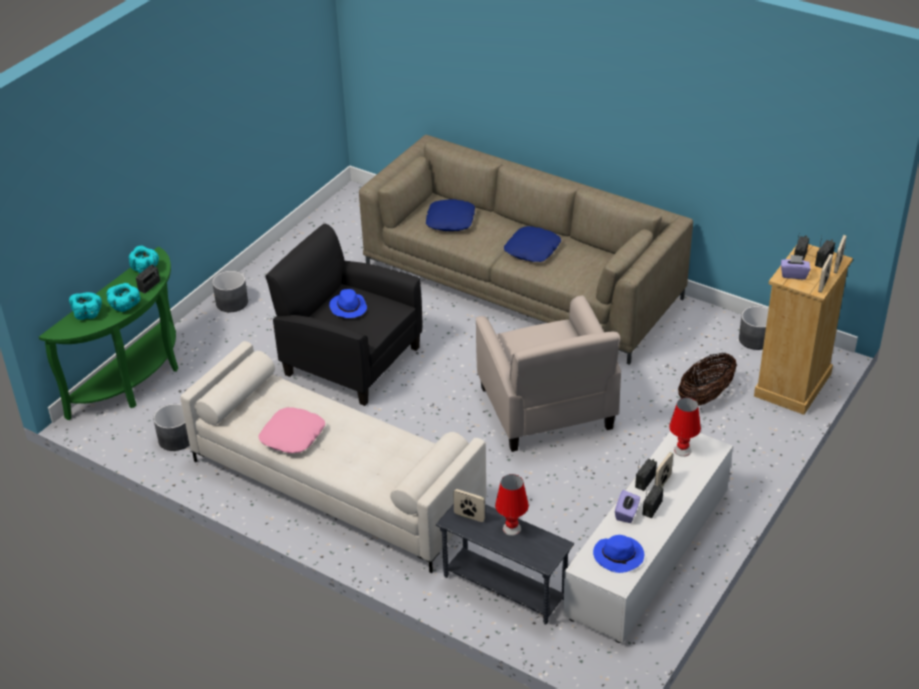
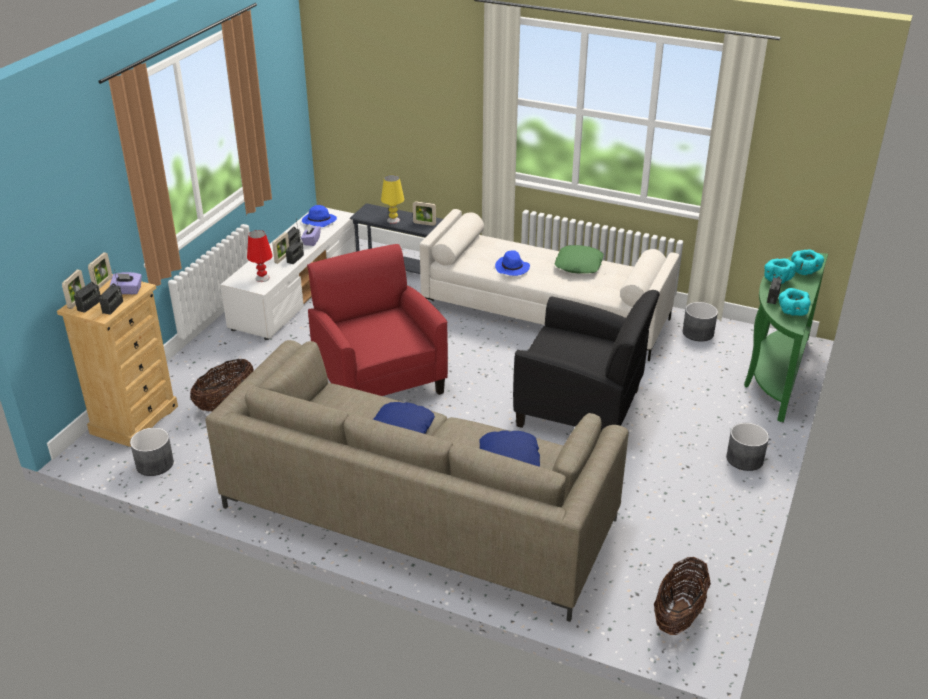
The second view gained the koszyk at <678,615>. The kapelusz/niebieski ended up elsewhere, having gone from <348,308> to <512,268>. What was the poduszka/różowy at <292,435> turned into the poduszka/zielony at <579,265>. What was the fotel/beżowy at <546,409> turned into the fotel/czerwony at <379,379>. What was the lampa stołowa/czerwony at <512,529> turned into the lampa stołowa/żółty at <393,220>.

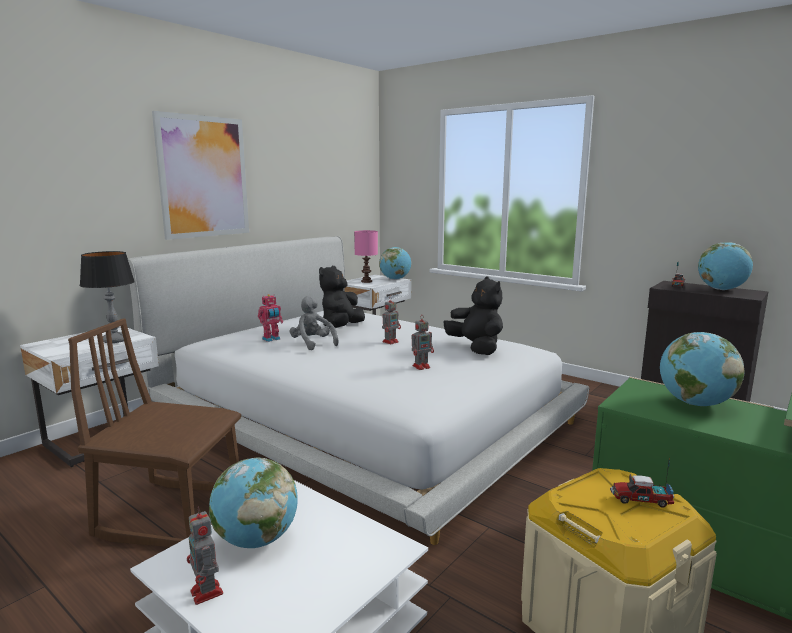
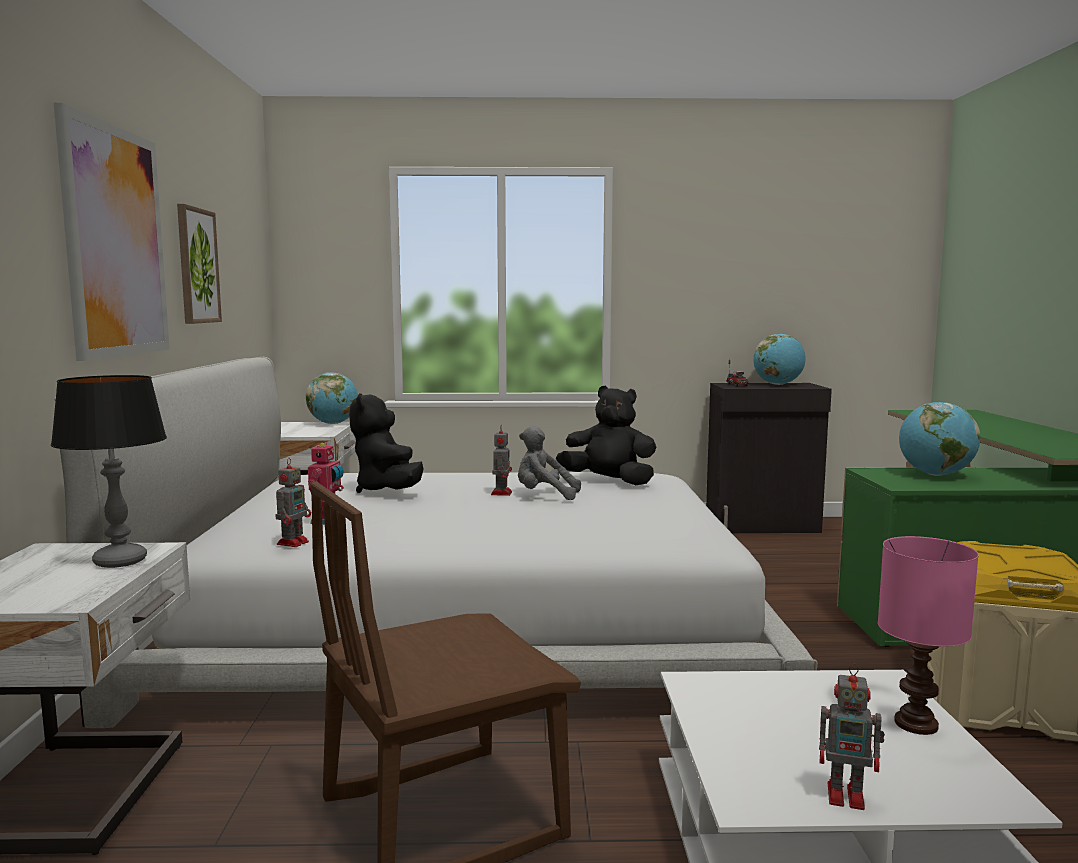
The second view lost the globus at <256,540>. The second view lost the ciężarówka zabawkowa at <640,500>. The second view gained the obraz at <197,266>. The pluszak/szary ended up elsewhere, having gone from <312,344> to <544,496>. The lampa stołowa/różowy ended up elsewhere, having gone from <366,281> to <917,725>. The robot zabawkowy ended up elsewhere, having gone from <422,366> to <293,542>.

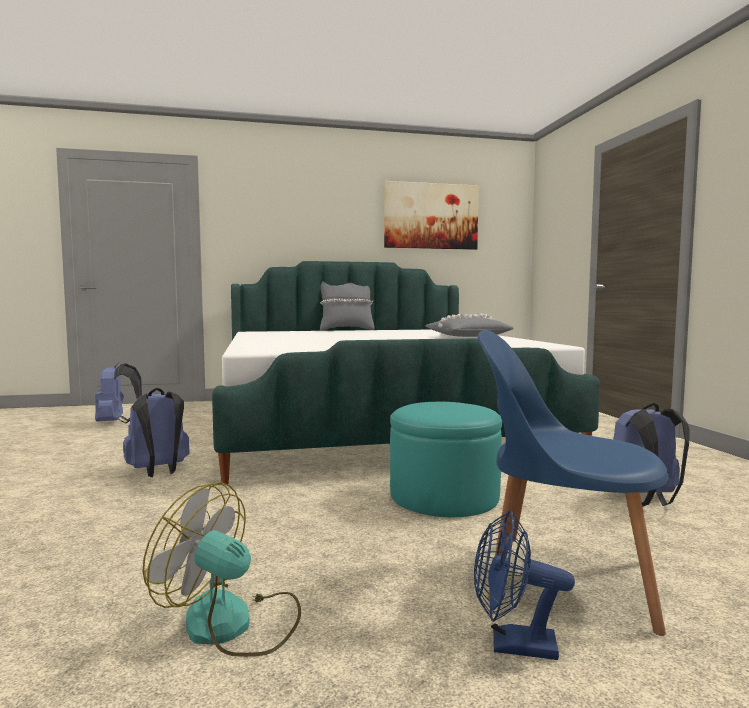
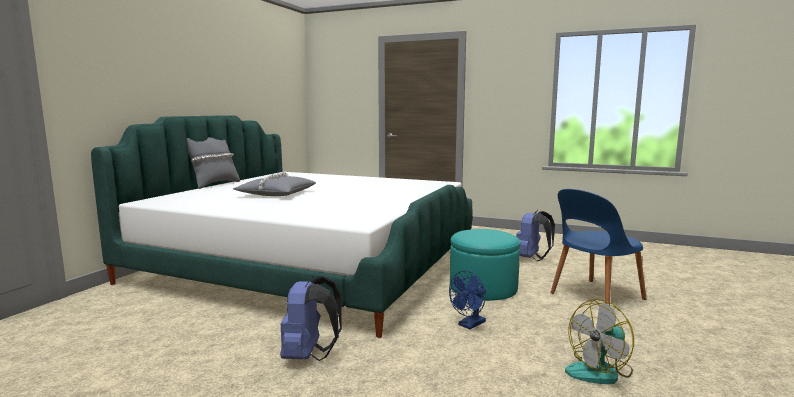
The second view lost the plecak/niebieski at <117,423>. The second view lost the obraz at <431,216>. The poduszka/szary ended up elsewhere, having gone from <467,336> to <276,194>. The wentylator/niebieski ended up elsewhere, having gone from <512,645> to <469,325>.

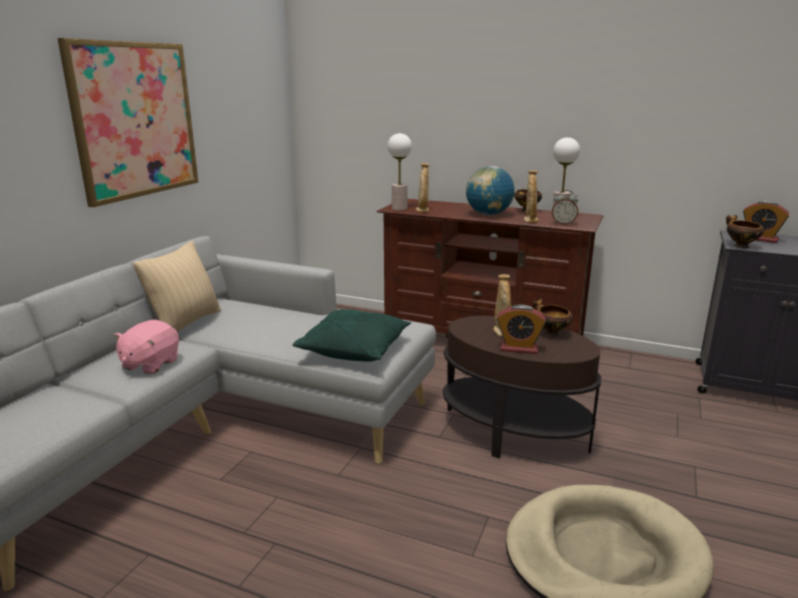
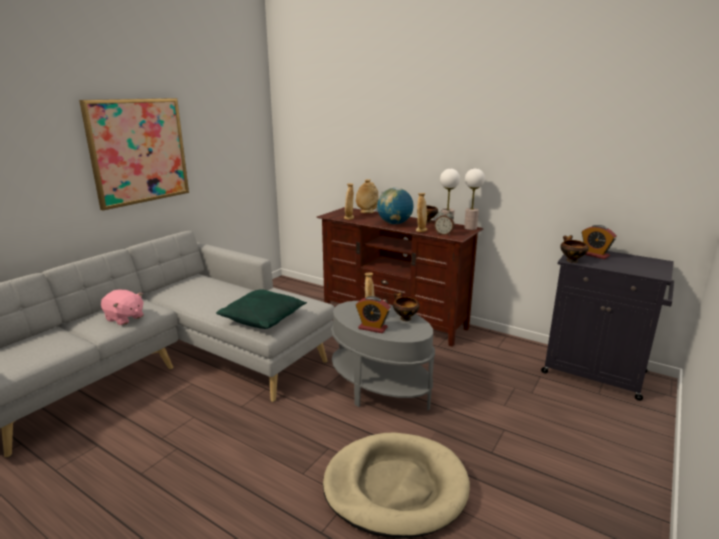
The second view lost the poduszka/beżowy at <185,323>. The second view gained the wazon/beżowy at <367,212>. The lampa stołowa ended up elsewhere, having gone from <399,209> to <470,228>. What was the stolik/brązowy at <513,433> turned into the stolik/szary at <380,389>. The pluszak/różowy at <150,364> ended up facing another way, 90 degrees counterclockwise from before.

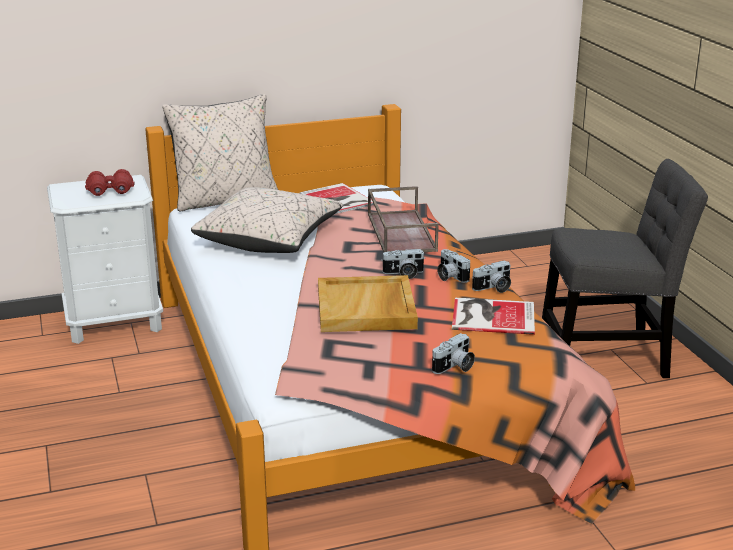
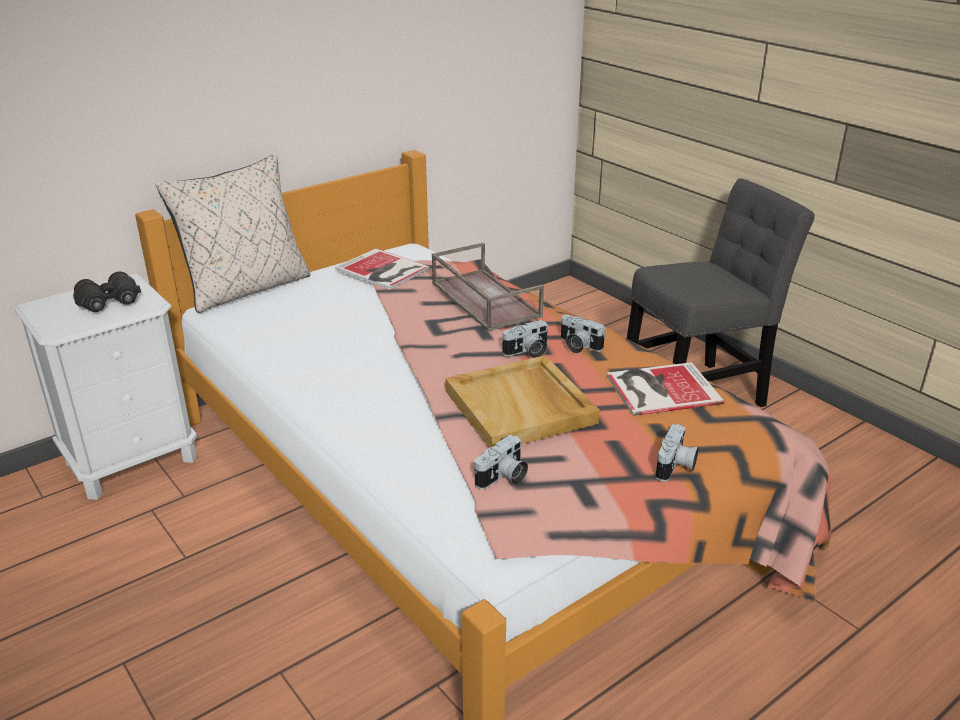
The second view lost the poduszka/beżowy at <269,239>. The aparat fotograficzny ended up elsewhere, having gone from <493,288> to <503,478>. What was the lornetka/czerwony at <110,192> turned into the lornetka/czarny at <110,304>.

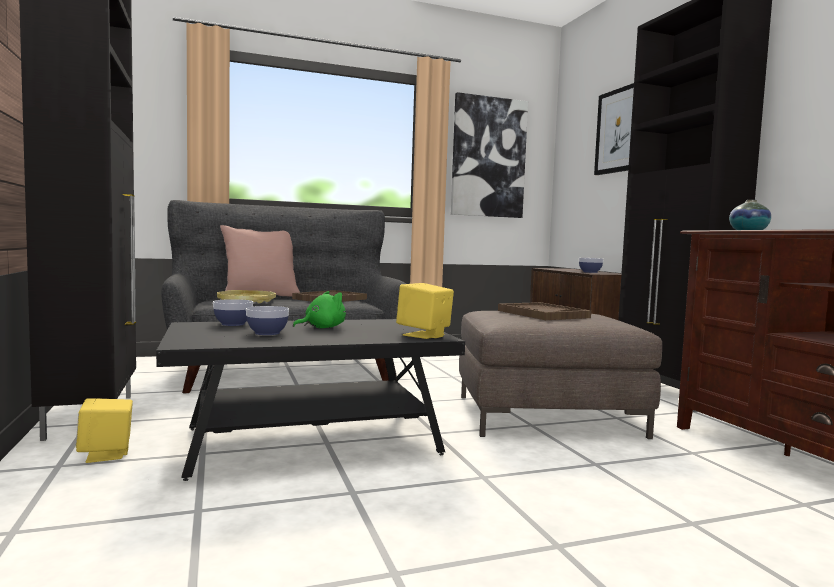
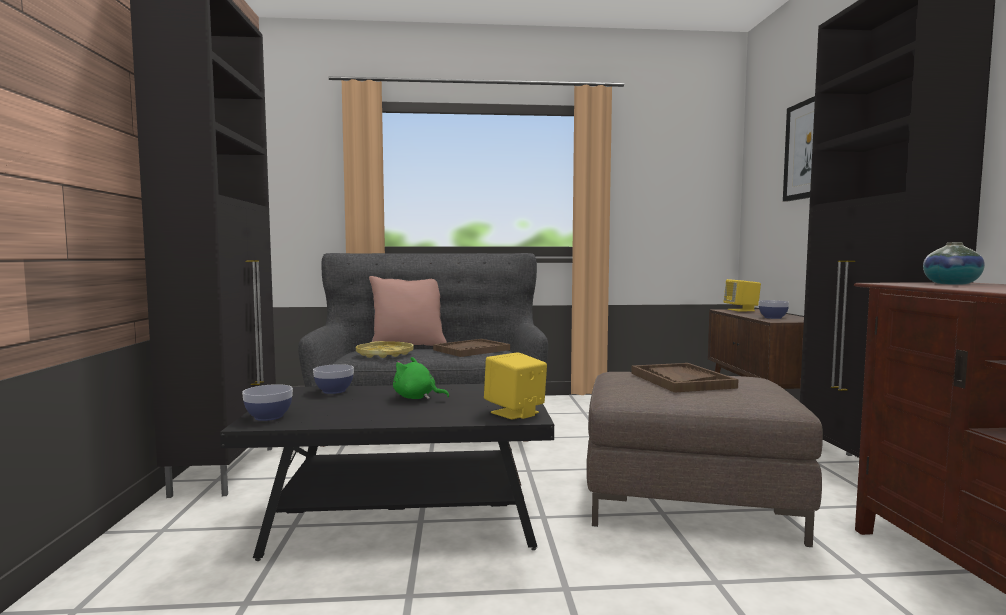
The second view lost the obraz at <488,157>. The głośnik/żółty ended up elsewhere, having gone from <106,454> to <741,310>. The miska ended up elsewhere, having gone from <267,333> to <268,417>. The pluszak/zielony at <322,327> ended up facing another way, 135 degrees counterclockwise from before.

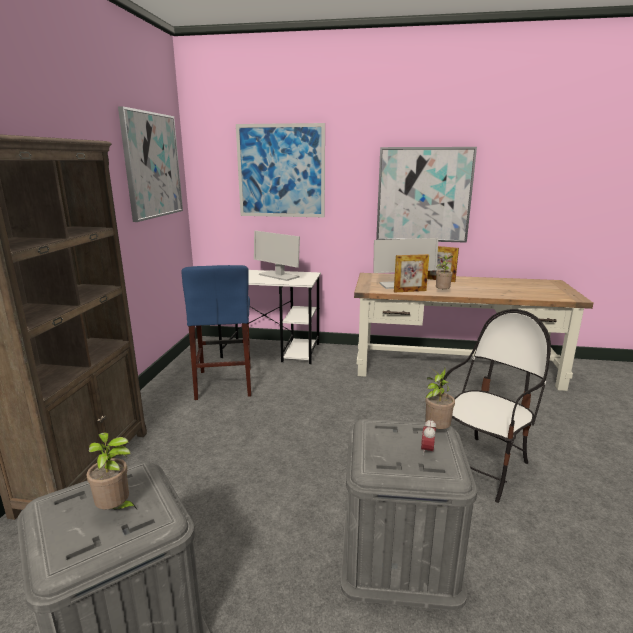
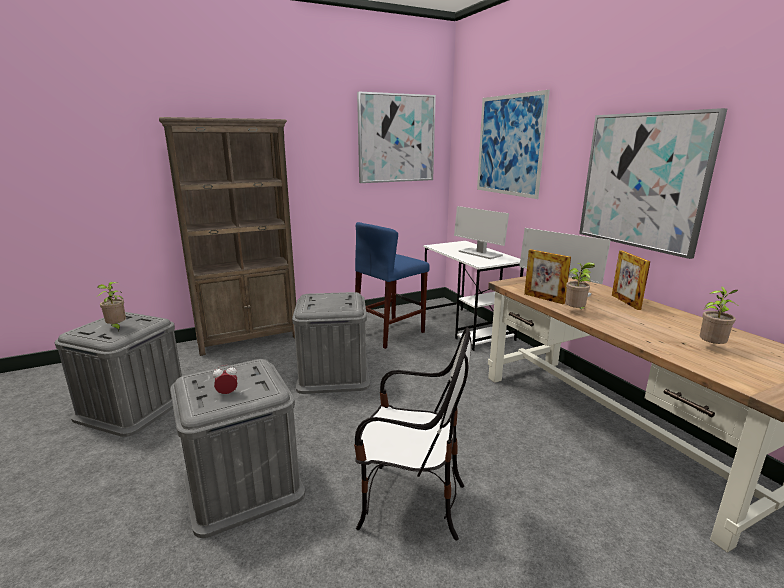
The second view gained the pojemnik do przechowywania/szary at <333,374>. The roślina doniczkowa ended up elsewhere, having gone from <435,430> to <711,347>. The monitor at <278,276> ended up facing another way, 45 degrees counterclockwise from before.

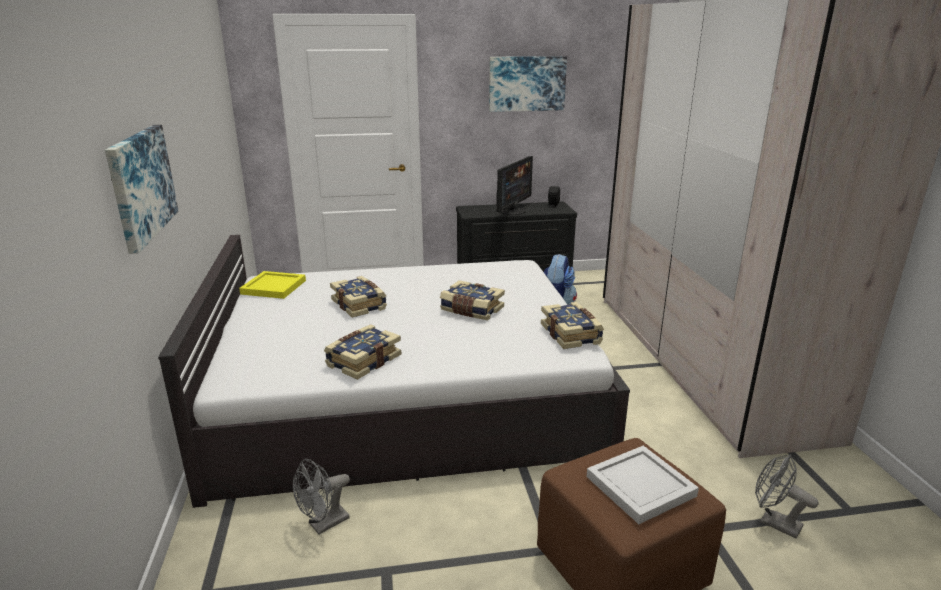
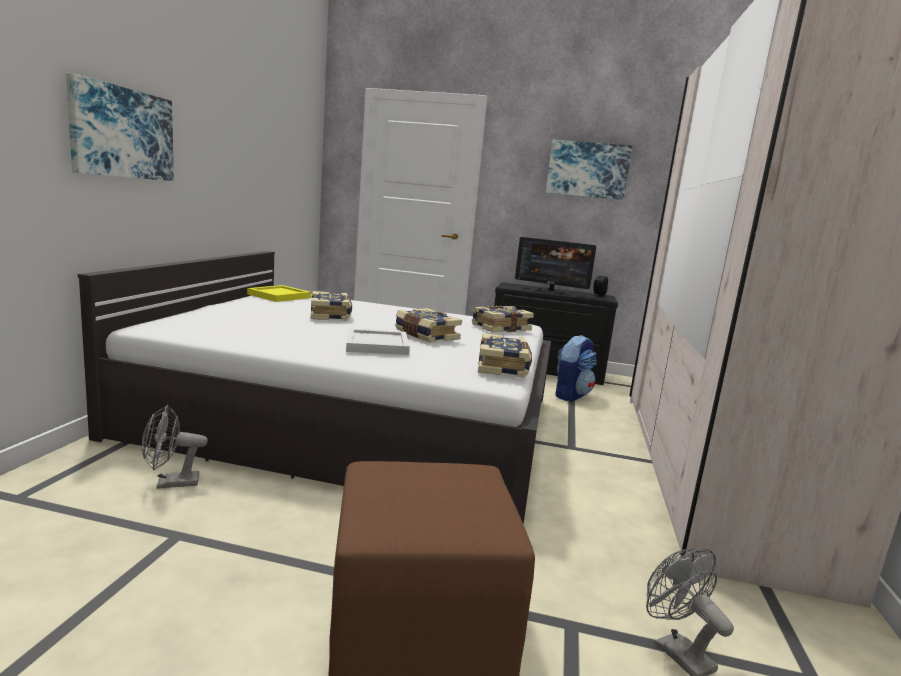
The książka ended up elsewhere, having gone from <363,361> to <500,328>. The taca/biały ended up elsewhere, having gone from <642,486> to <378,345>. The monitor at <512,211> ended up facing another way, 60 degrees clockwise from before.

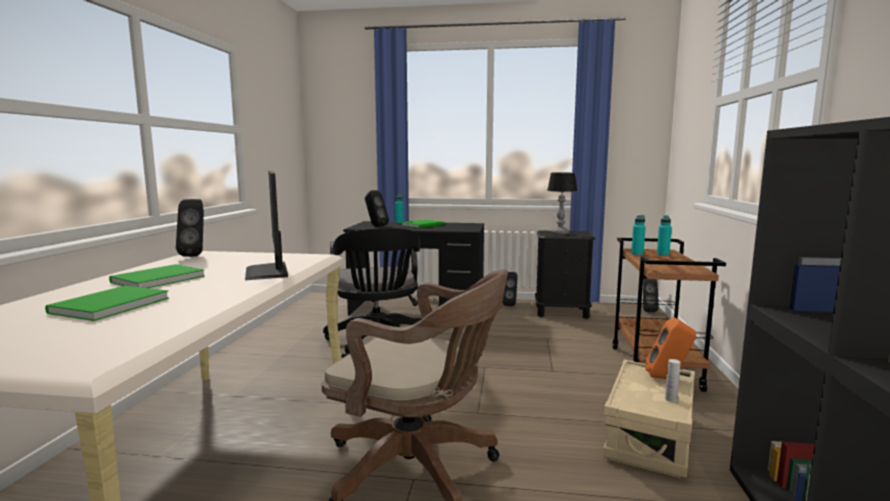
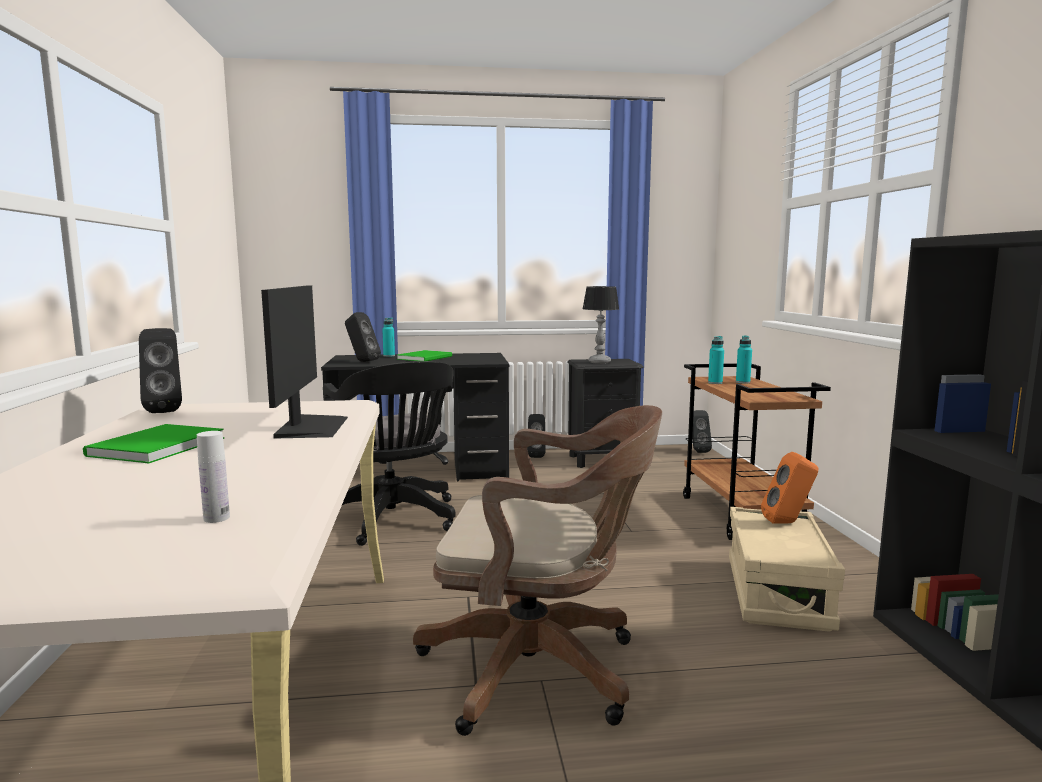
The second view lost the książka/zielony at <106,306>. The butelka/biały ended up elsewhere, having gone from <671,399> to <216,518>. The monitor at <268,271> ended up facing another way, 150 degrees counterclockwise from before.

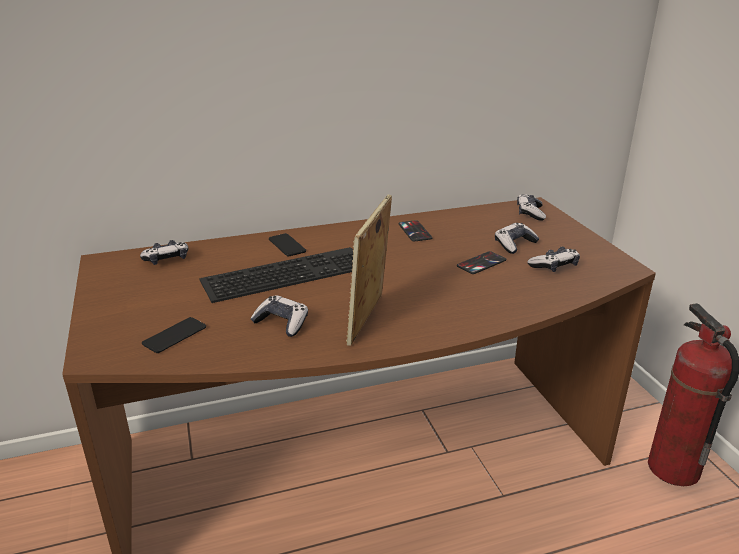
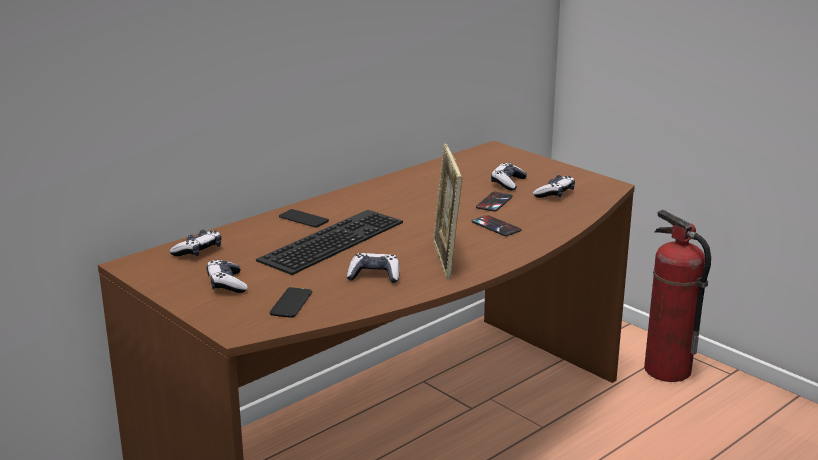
The telefon ended up elsewhere, having gone from <415,231> to <496,226>. The pad do gier ended up elsewhere, having gone from <530,213> to <227,284>.

